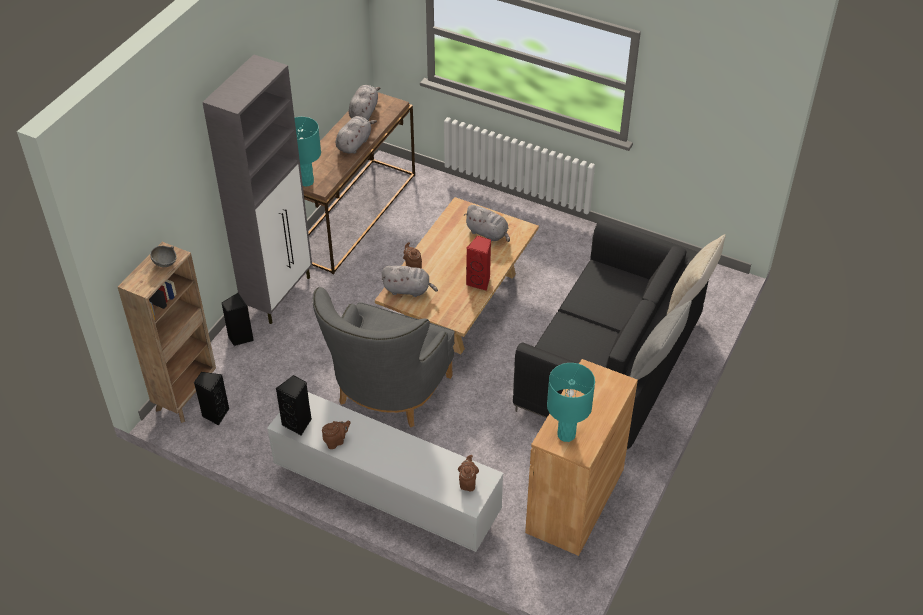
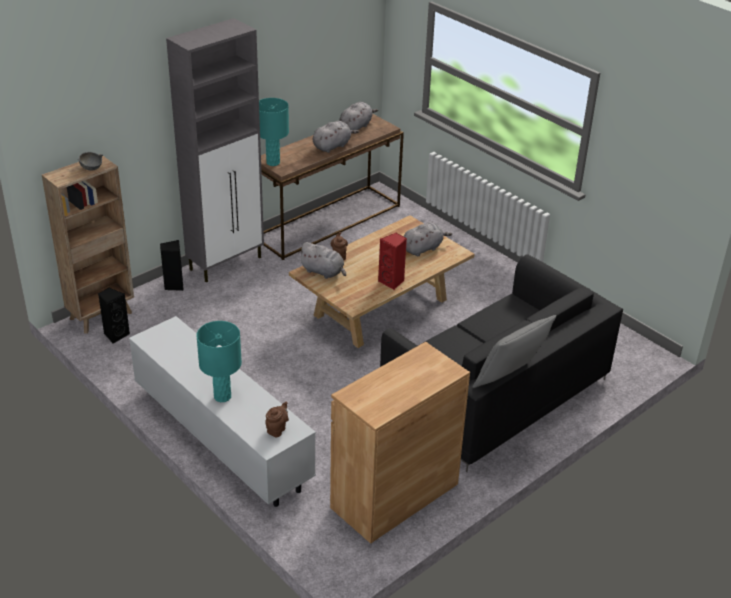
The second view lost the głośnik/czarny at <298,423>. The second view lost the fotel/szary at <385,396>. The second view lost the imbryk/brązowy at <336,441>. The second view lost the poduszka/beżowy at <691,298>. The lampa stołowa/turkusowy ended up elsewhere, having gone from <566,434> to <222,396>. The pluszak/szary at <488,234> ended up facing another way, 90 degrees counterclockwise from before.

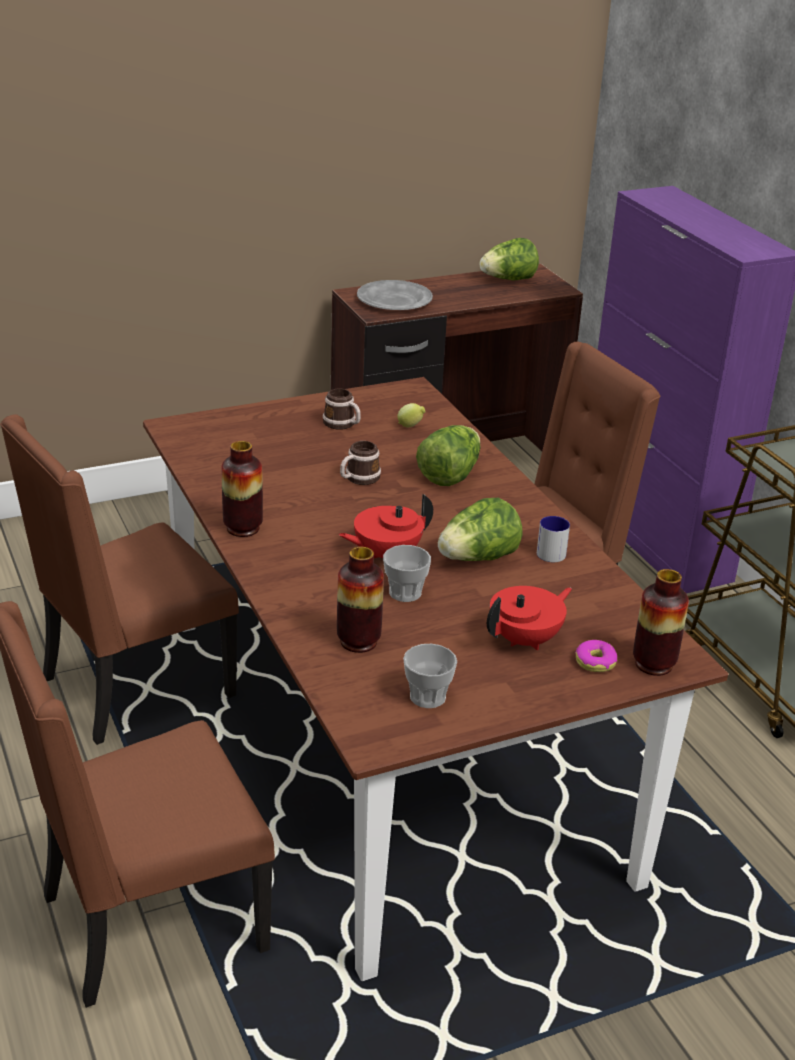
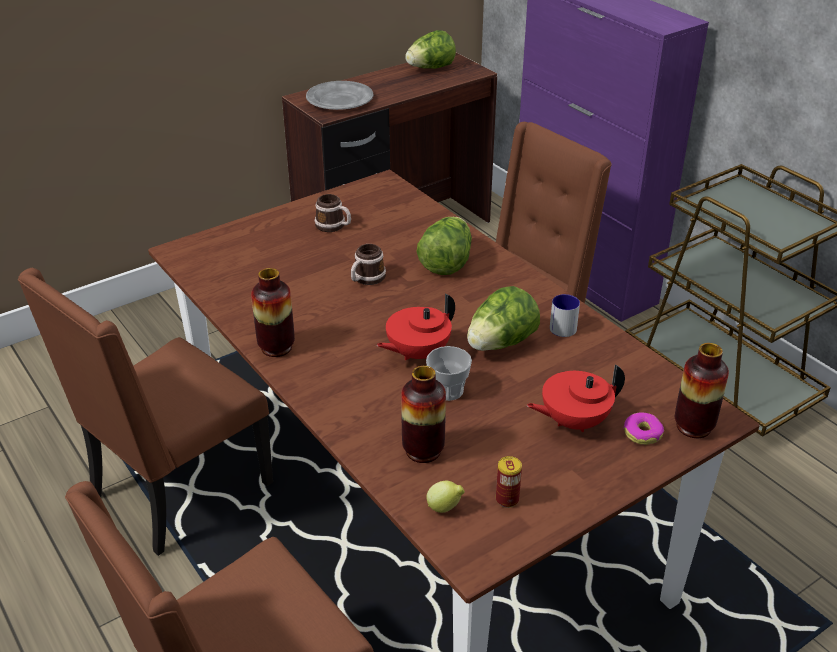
The cytryna ended up elsewhere, having gone from <411,426> to <445,508>. Where the filiżanka stood at <427,697>, the puszka came to stand at <507,499>. The imbryk/czerwony at <526,639> ended up facing another way, 150 degrees counterclockwise from before.

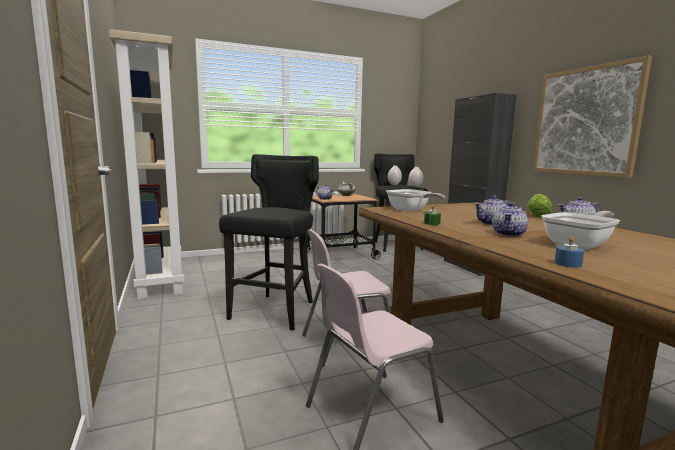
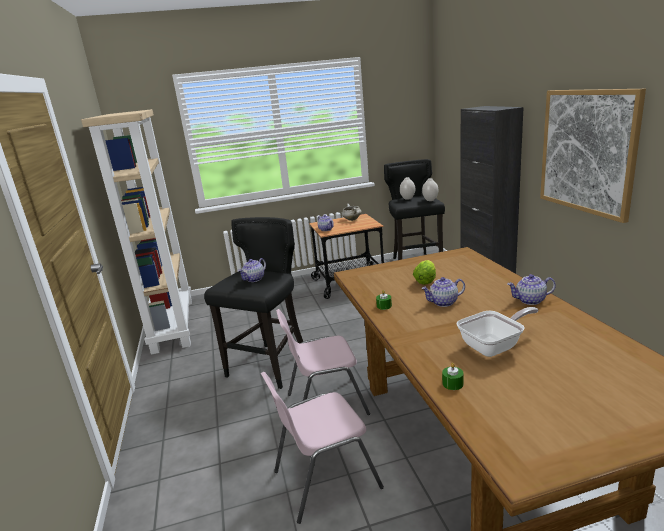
The second view lost the patelnia at <410,210>. The imbryk ended up elsewhere, having gone from <509,234> to <254,279>. The sałata ended up elsewhere, having gone from <536,216> to <426,280>. What was the świeca/niebieski at <568,264> turned into the świeca/zielony at <452,383>.

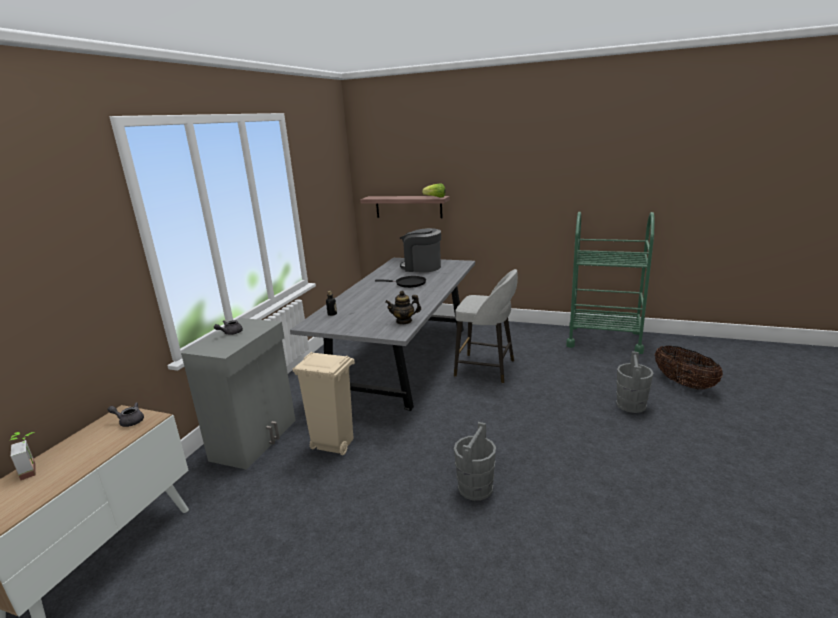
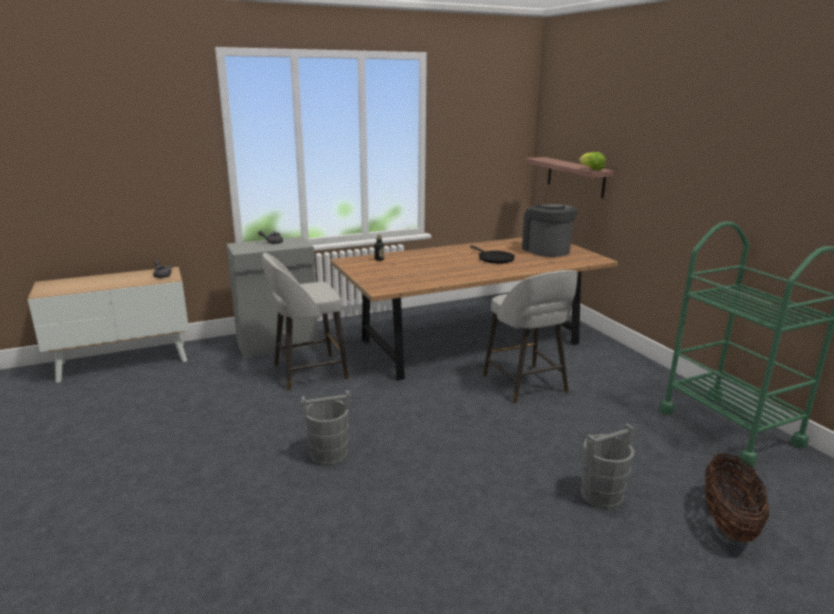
The second view lost the roślina doniczkowa at <34,469>. The second view lost the imbryk at <404,321>. Where the kosz na śmieci/beżowy stood at <333,445>, the stołek/szary came to stand at <307,372>. What was the stół jadalny/szary at <403,359> turned into the stół jadalny/brązowy at <470,342>.

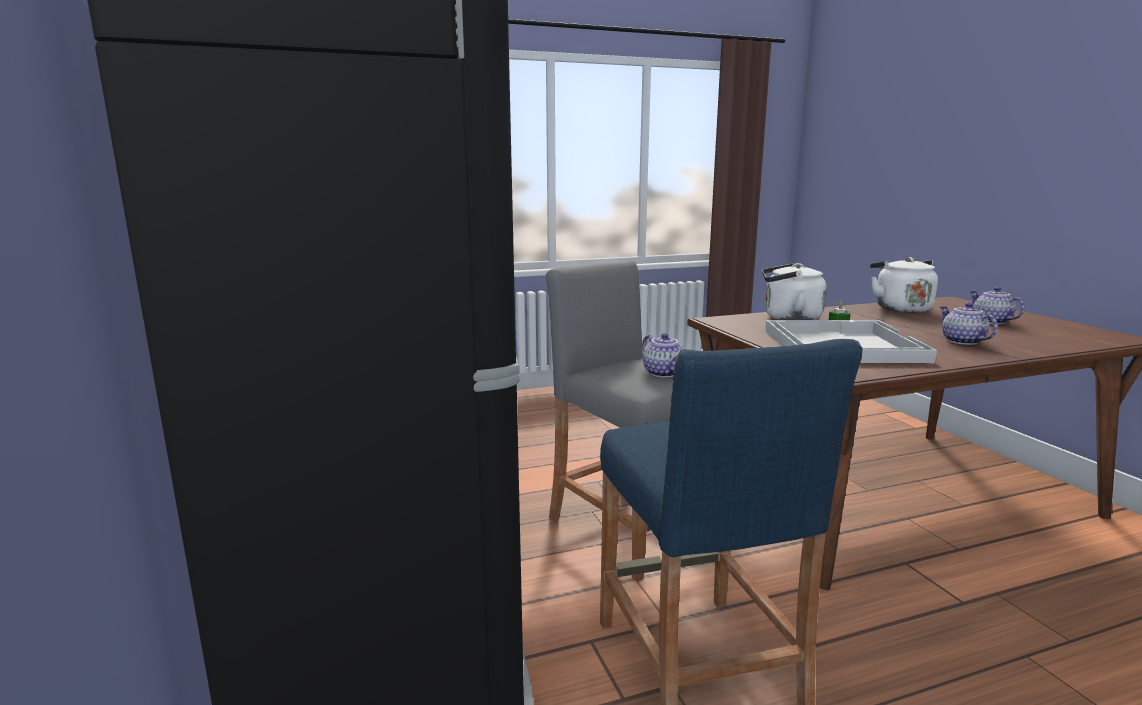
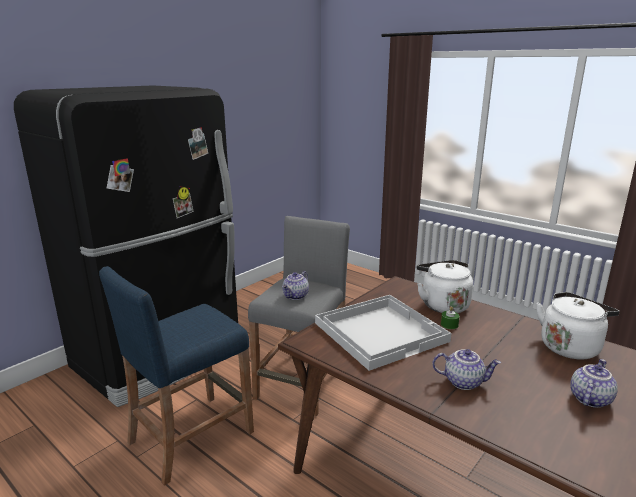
The imbryk at <961,341> ended up facing another way, 60 degrees clockwise from before.

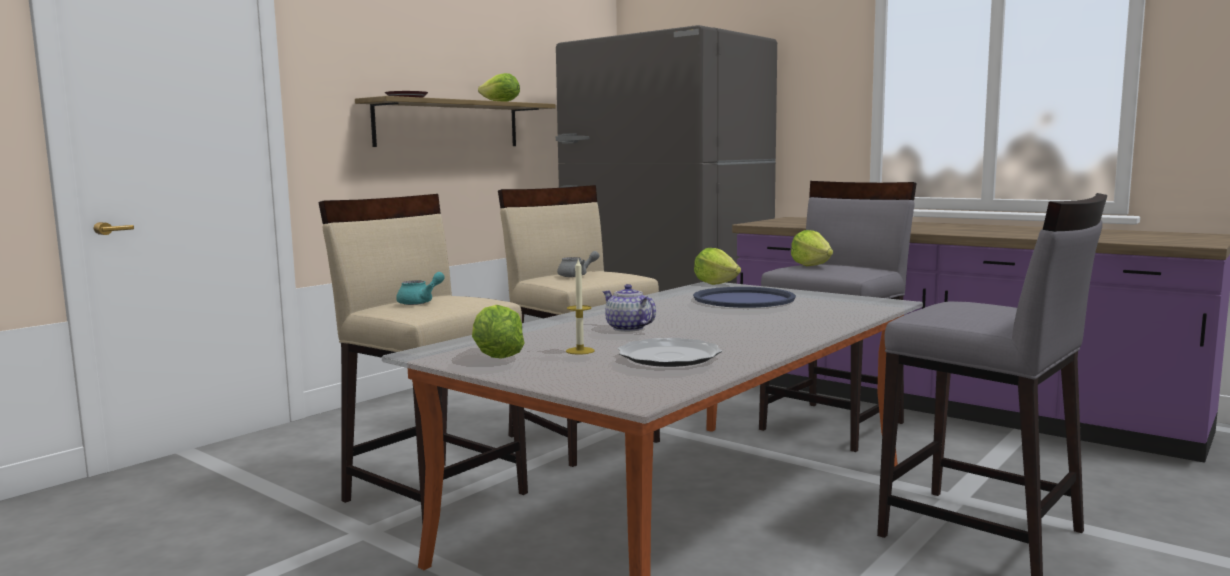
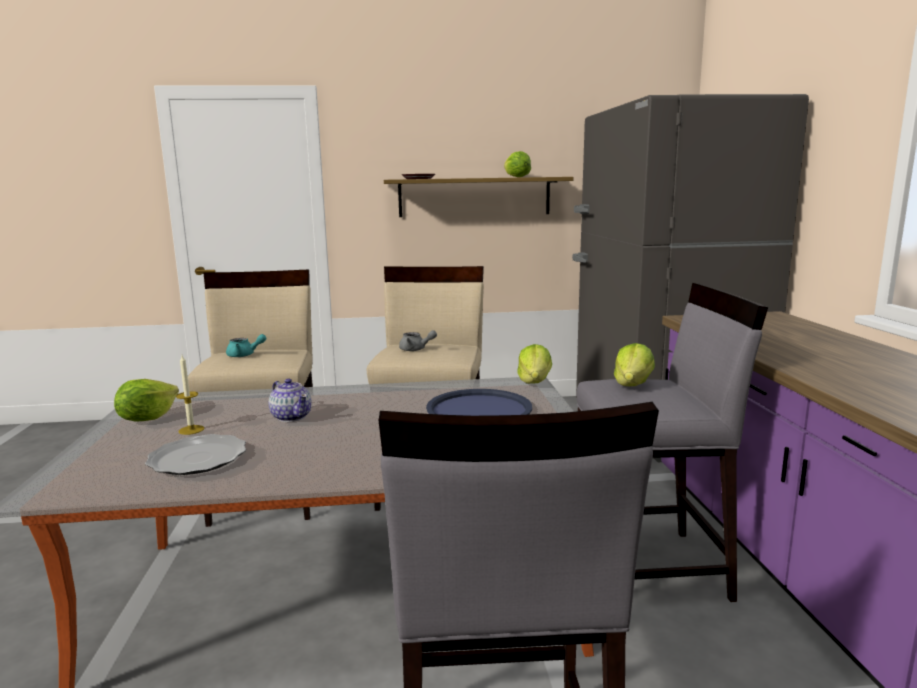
The imbryk at <628,328> ended up facing another way, 135 degrees clockwise from before.

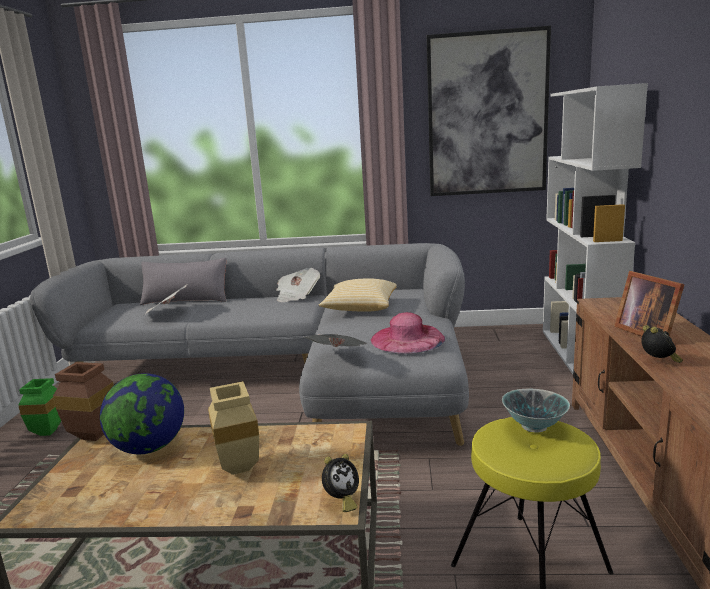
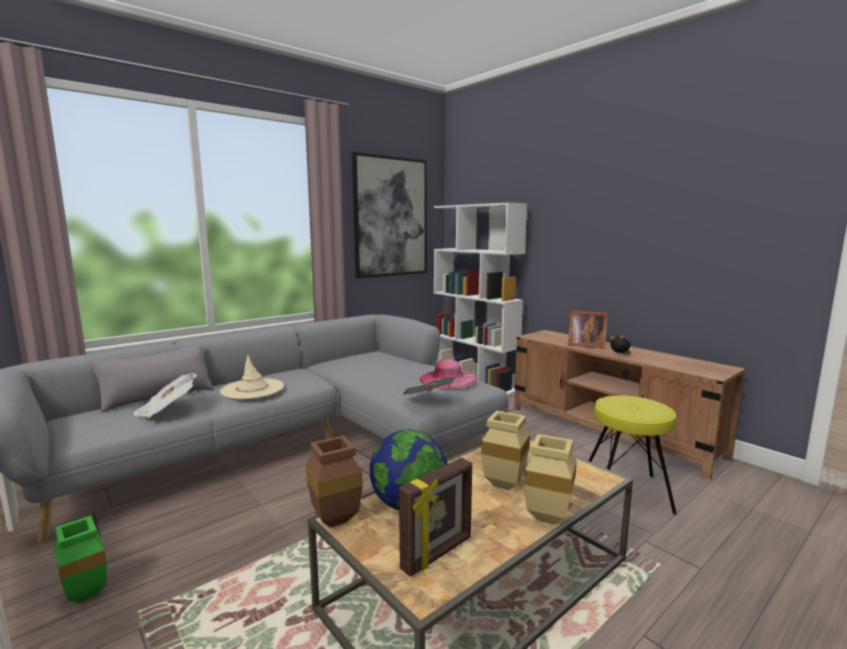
The second view lost the gazeta at <297,295>. The second view lost the poduszka at <360,308>. The second view lost the budzik at <341,501>. The second view lost the miska at <534,427>. The second view gained the kapelusz/beżowy at <252,389>. The second view gained the ramka na zdjęcie at <438,554>. The second view gained the wazon/beżowy at <550,518>.

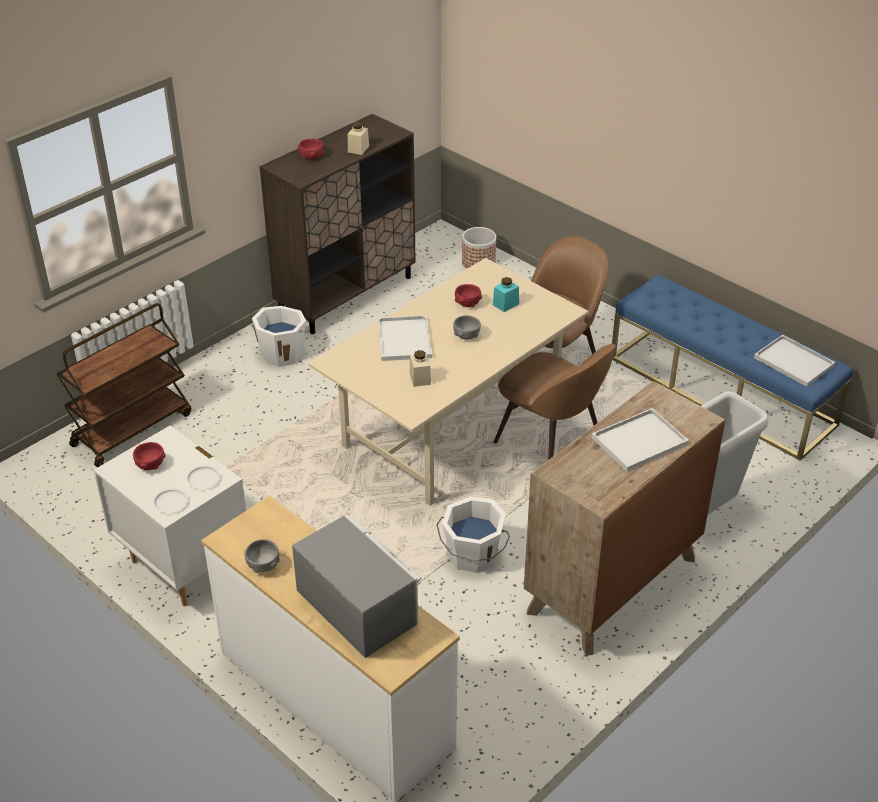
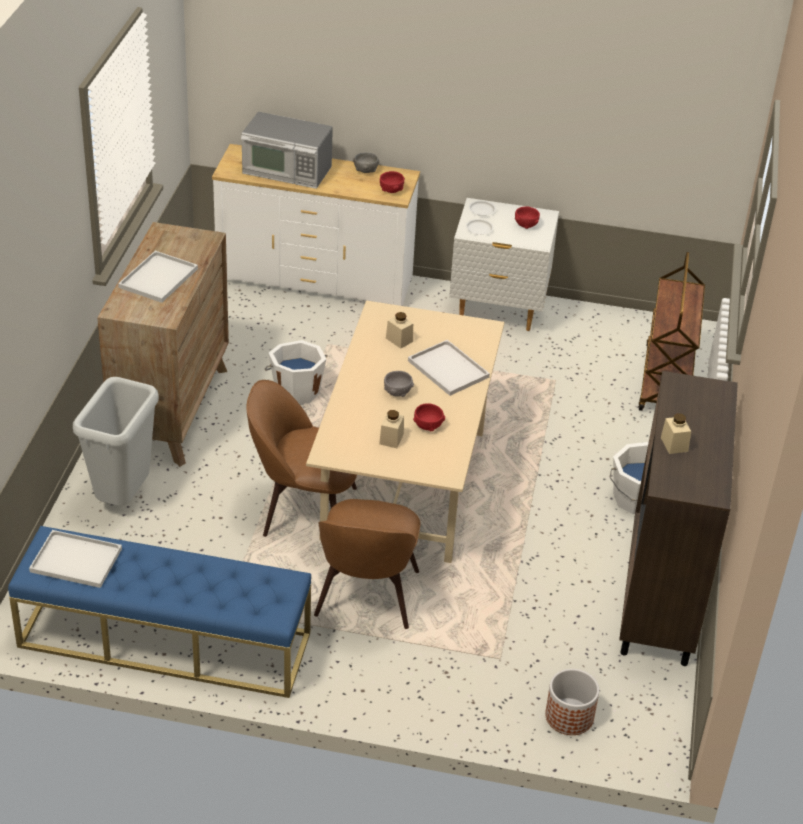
The miska/czerwony ended up elsewhere, having gone from <311,157> to <391,190>. What was the słoik/turkusowy at <505,304> turned into the słoik/beżowy at <391,439>.

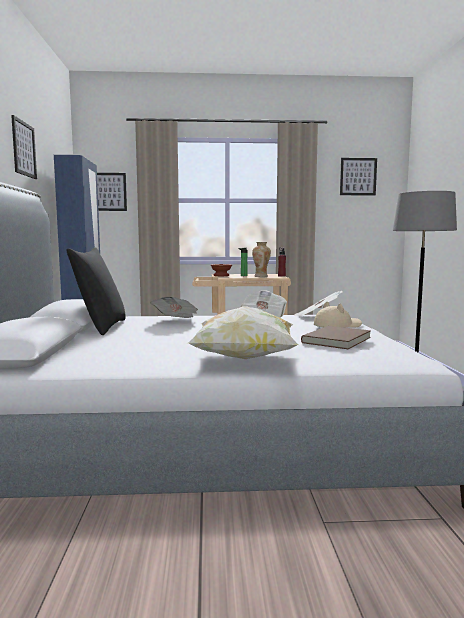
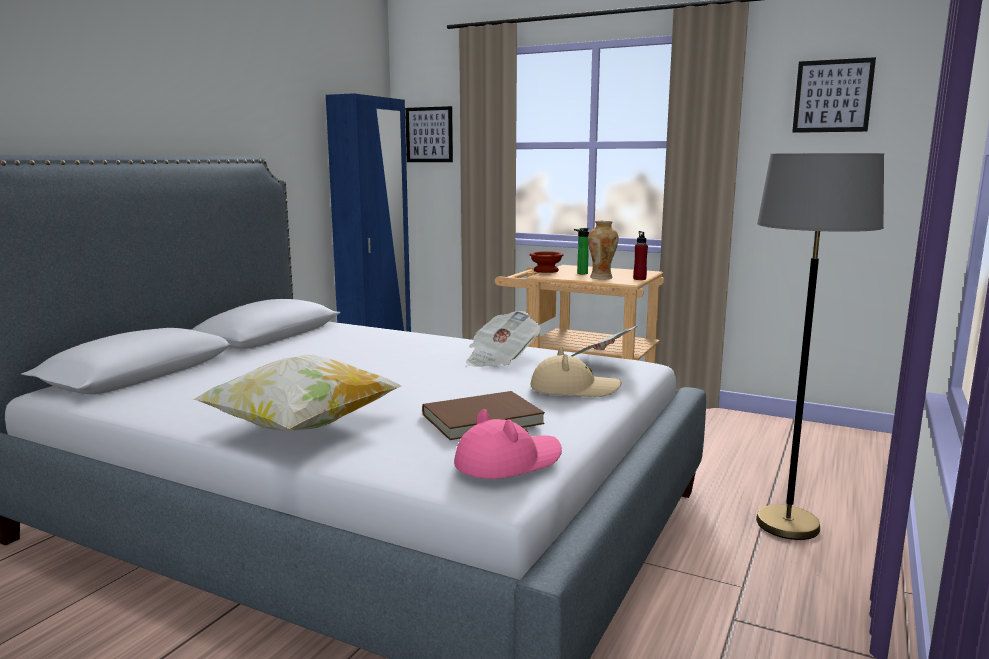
The second view lost the obraz at <24,149>. The second view lost the poduszka/czarny at <102,327>. The second view lost the gazeta at <176,321>. The second view gained the kapelusz/różowy at <508,461>.

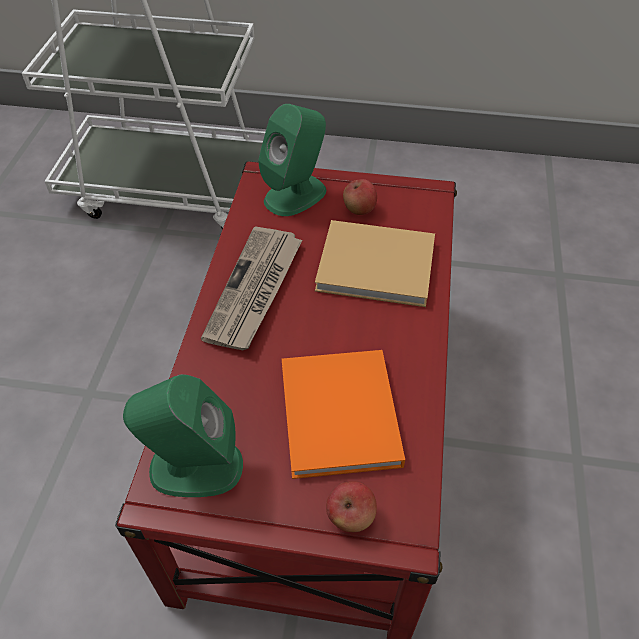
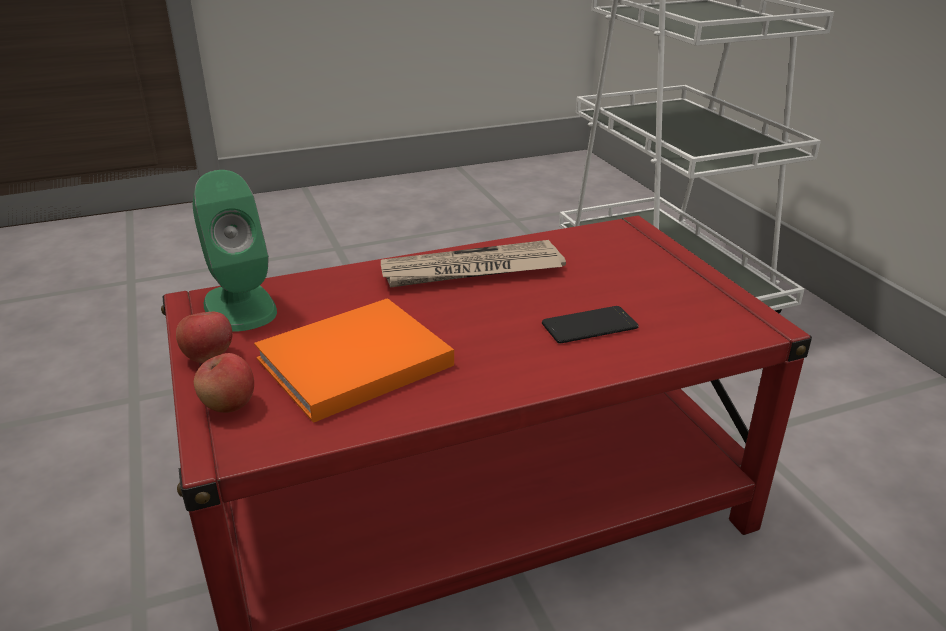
The second view lost the głośnik/zielony at <296,195>. The jabłko ended up elsewhere, having gone from <359,209> to <208,356>. Where the książka/beżowy stood at <379,266>, the telefon came to stand at <589,326>.

